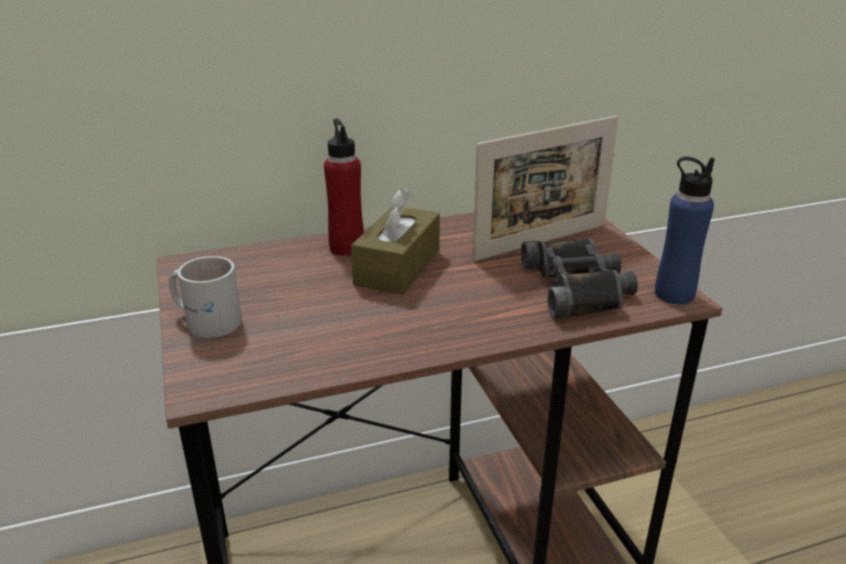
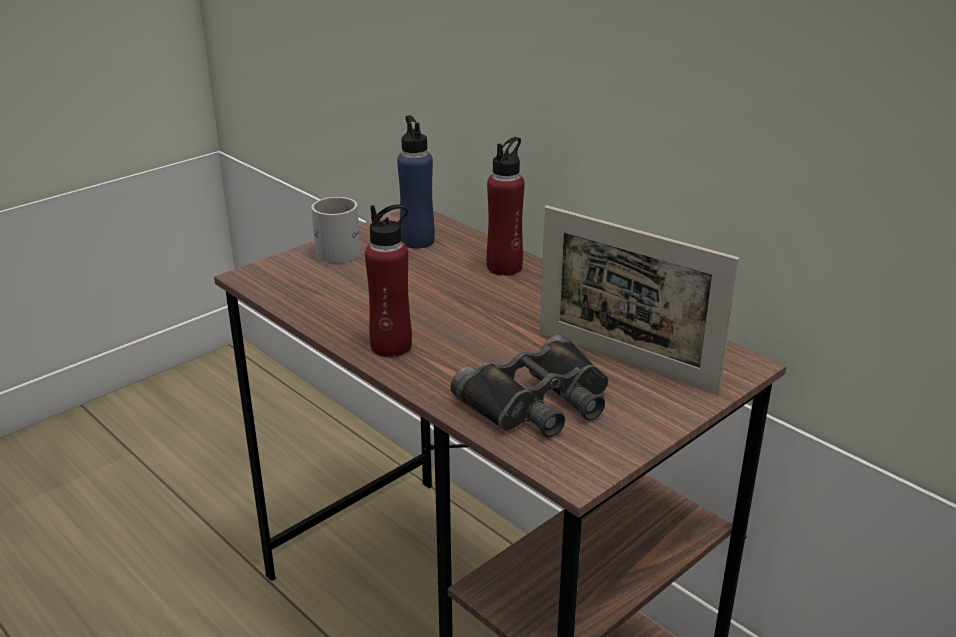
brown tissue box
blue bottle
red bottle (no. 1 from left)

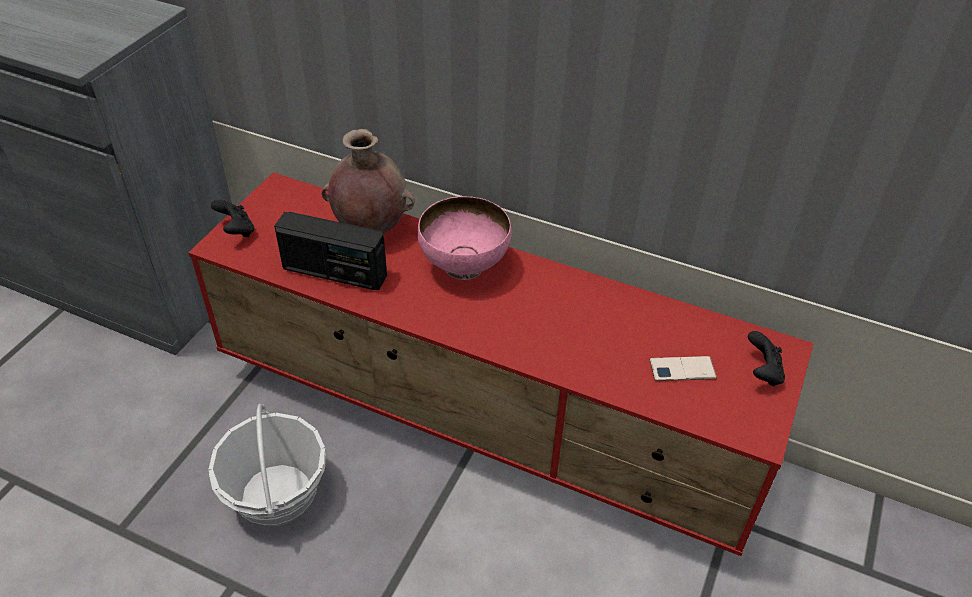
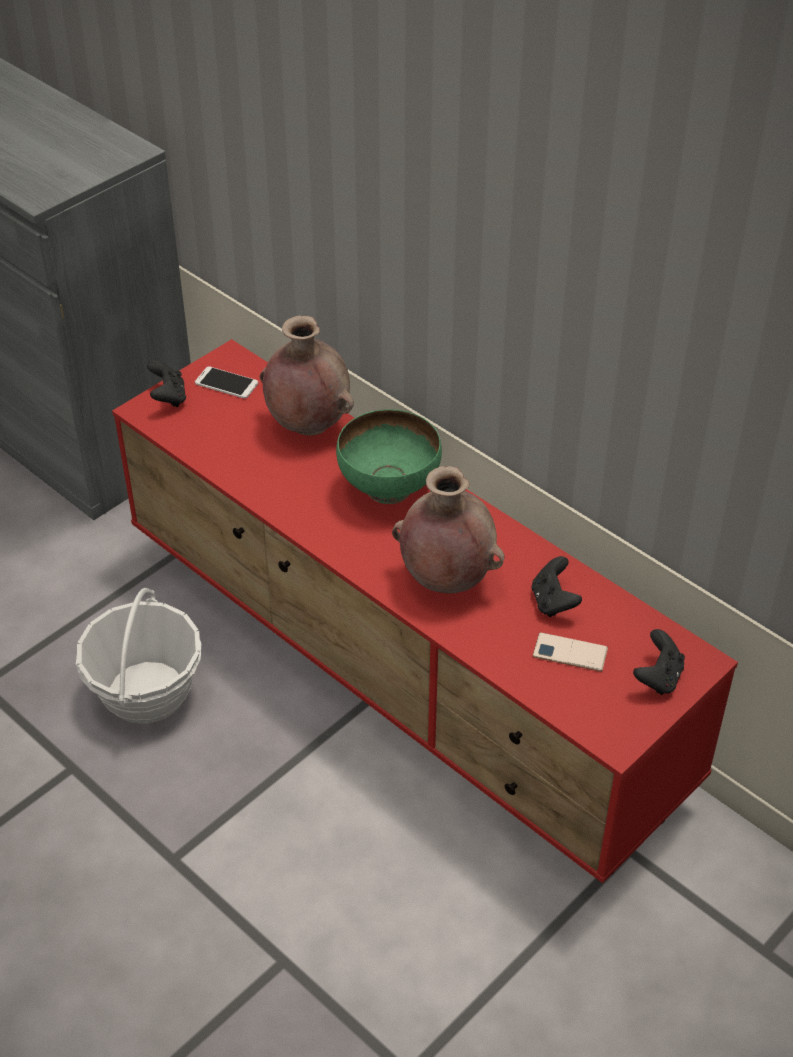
radio
green bowl
phone (no. 1 from left)
brown vase (no. 2 from left)
black game controller (no. 2 from left)

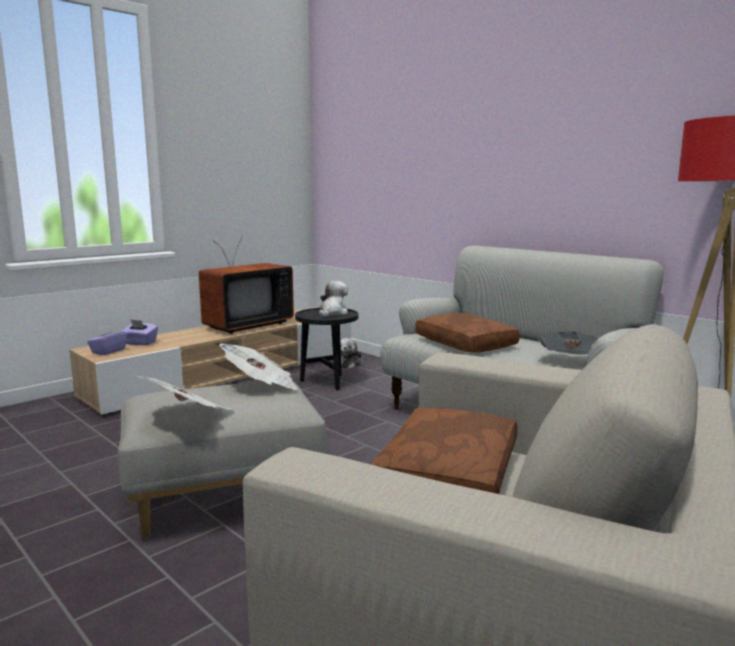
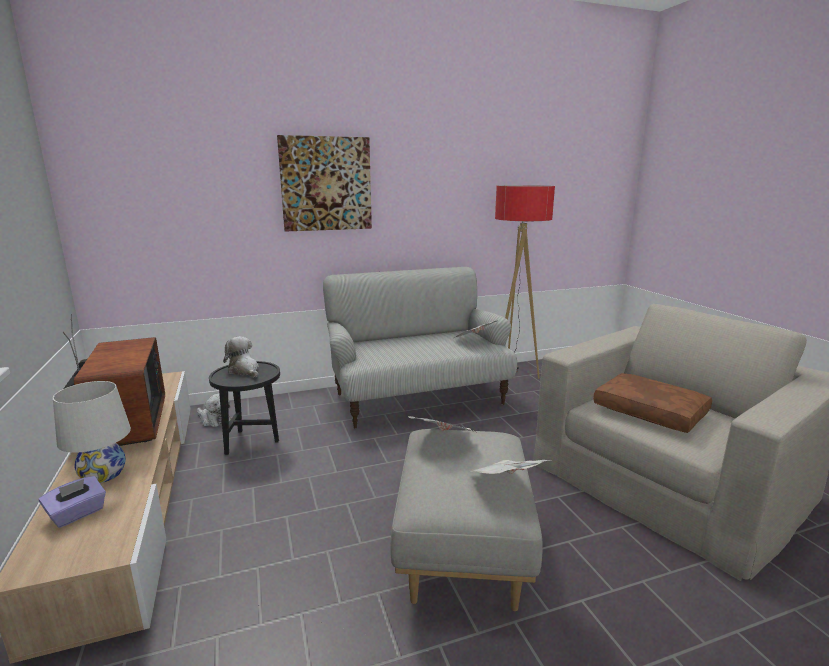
purple tissue box (no. 1 from left in the first image)
brown pillow (no. 2 from left in the first image)
white table lamp
picture

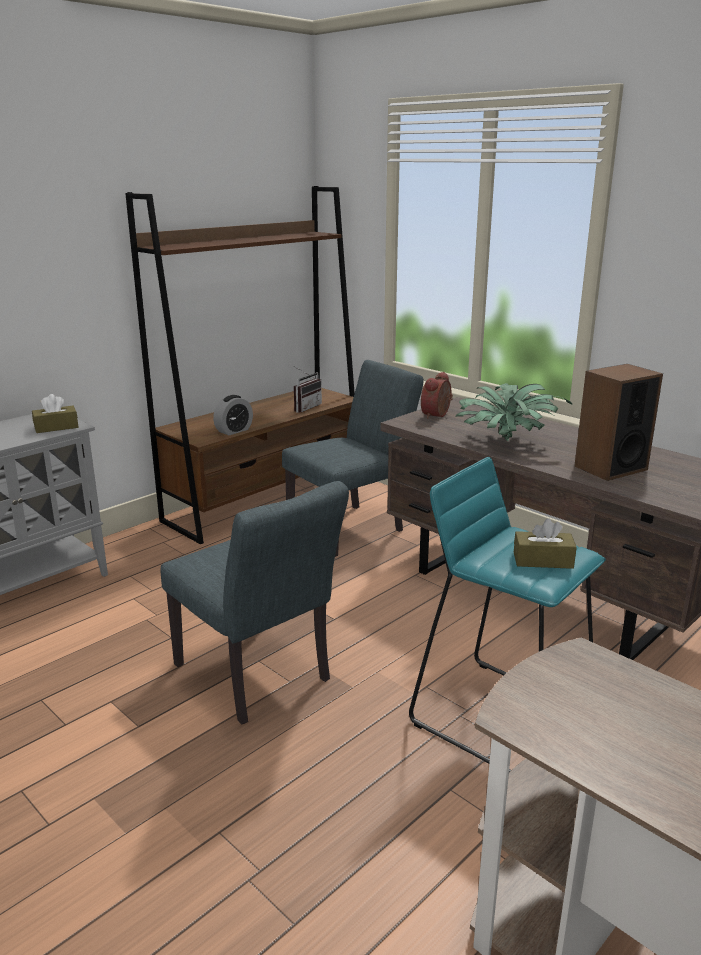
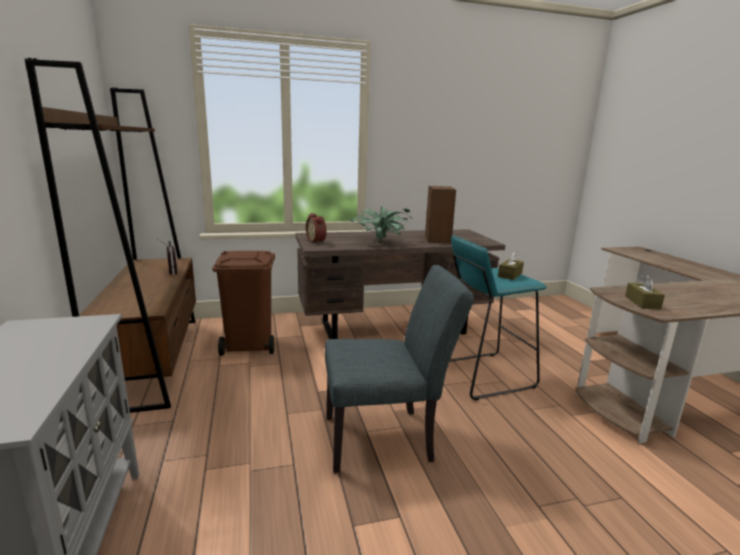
brown tissue box (no. 2 from left)
alarm clock (no. 1 from left in the first image)
brown trash can

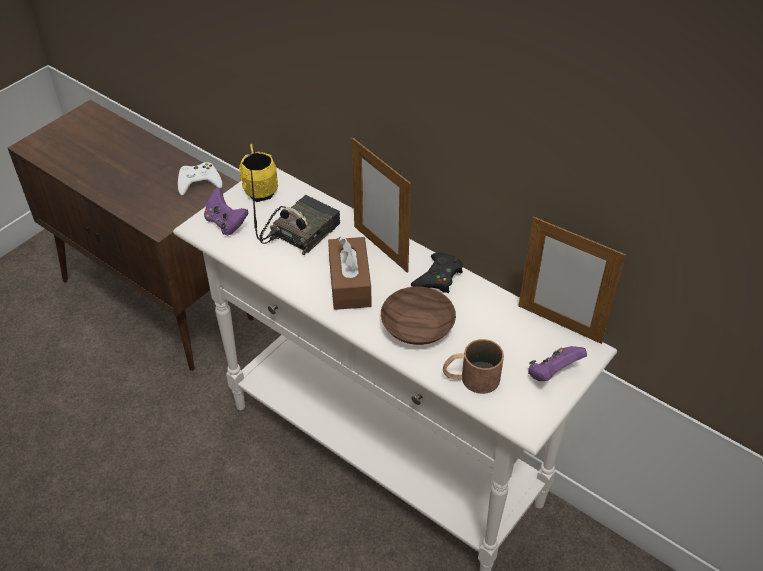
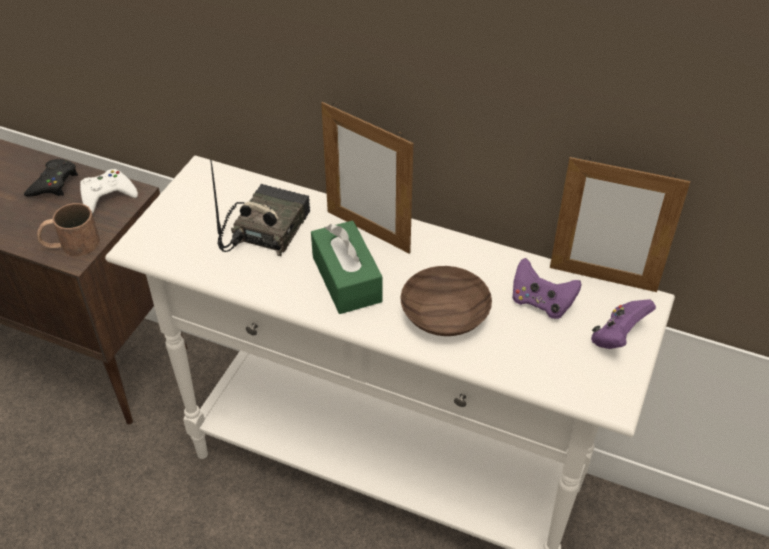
purple game controller (no. 1 from left)
yellow mug
green tissue box
black game controller
brown mug

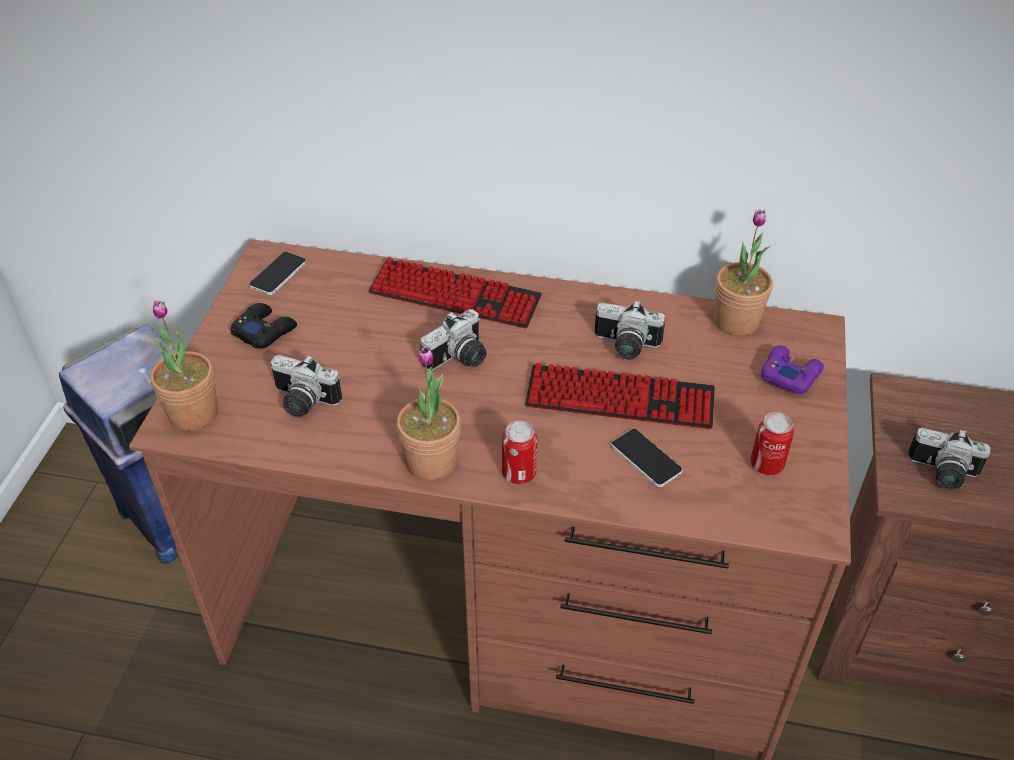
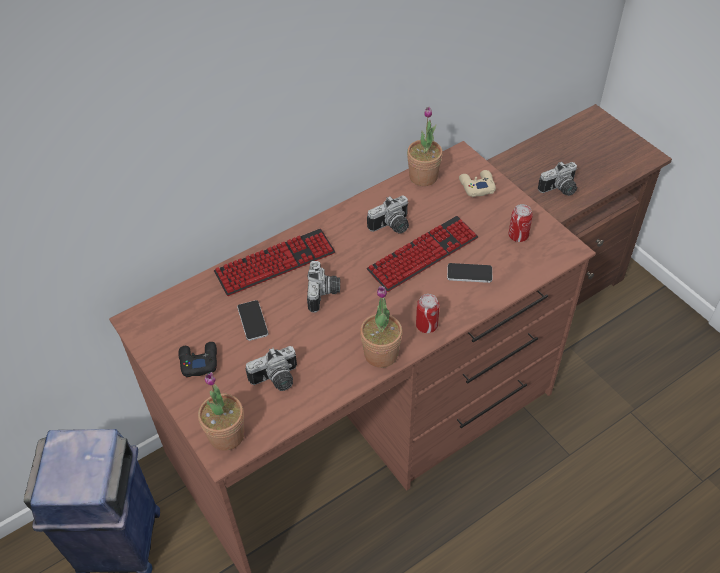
phone (no. 1 from left)
beige game controller

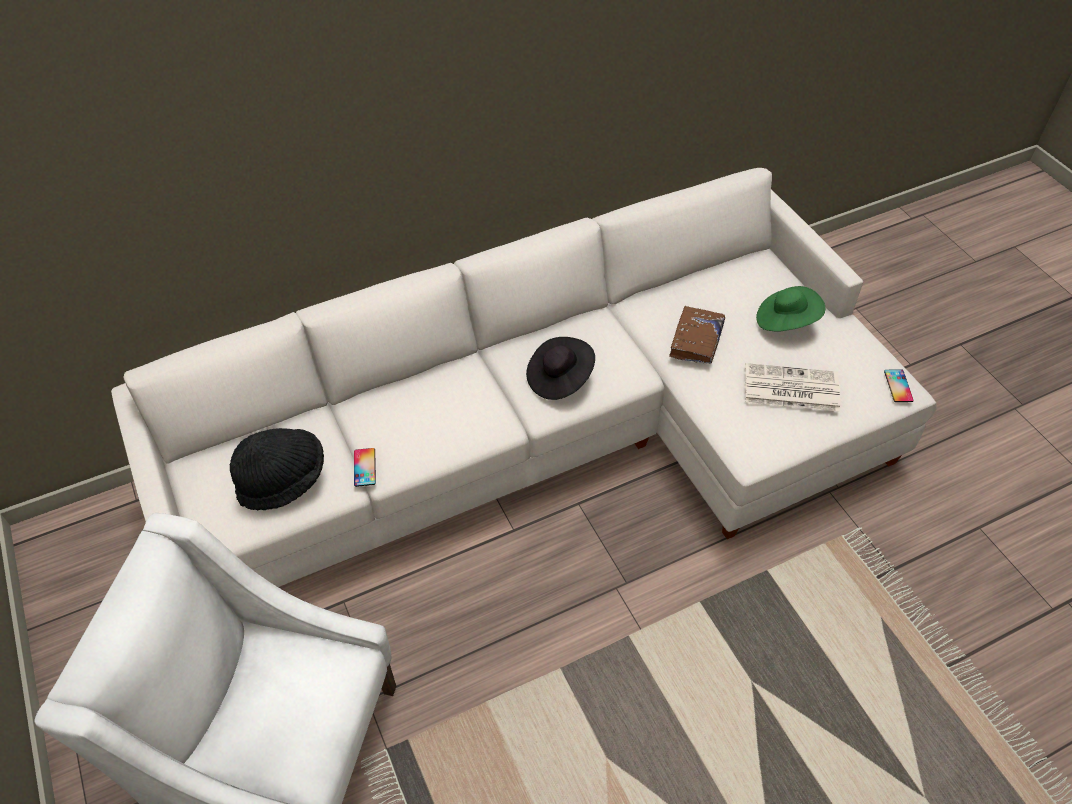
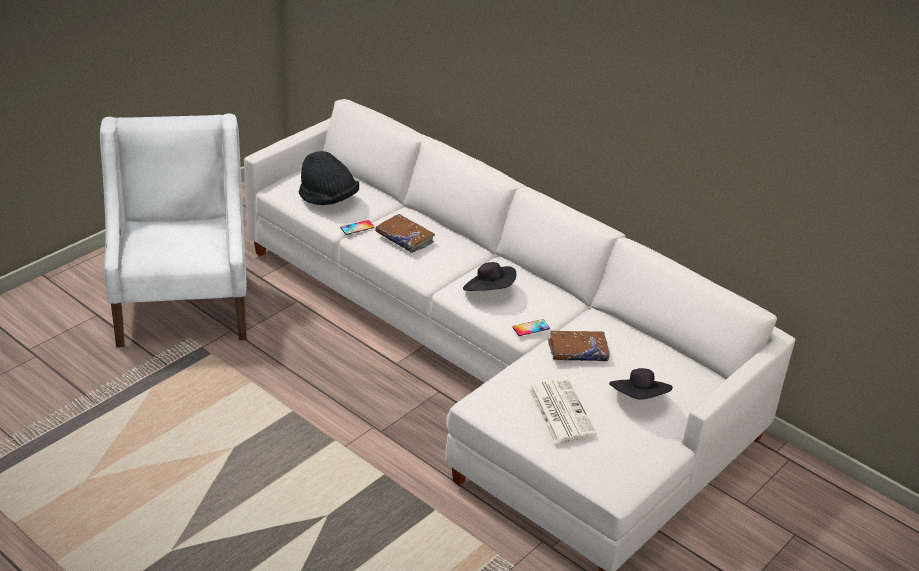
black hat (no. 3 from left)
phone (no. 2 from left)
brown book (no. 1 from left)

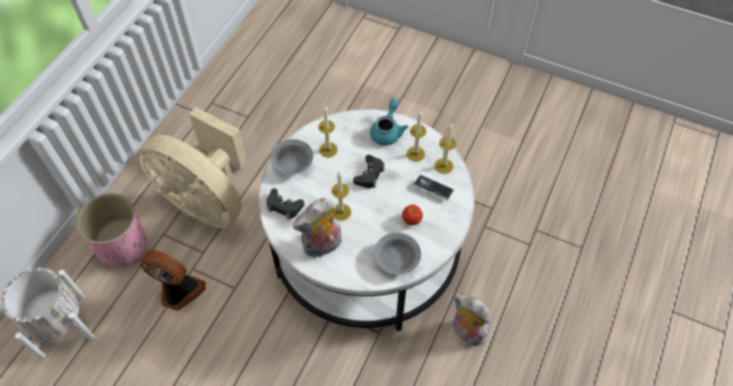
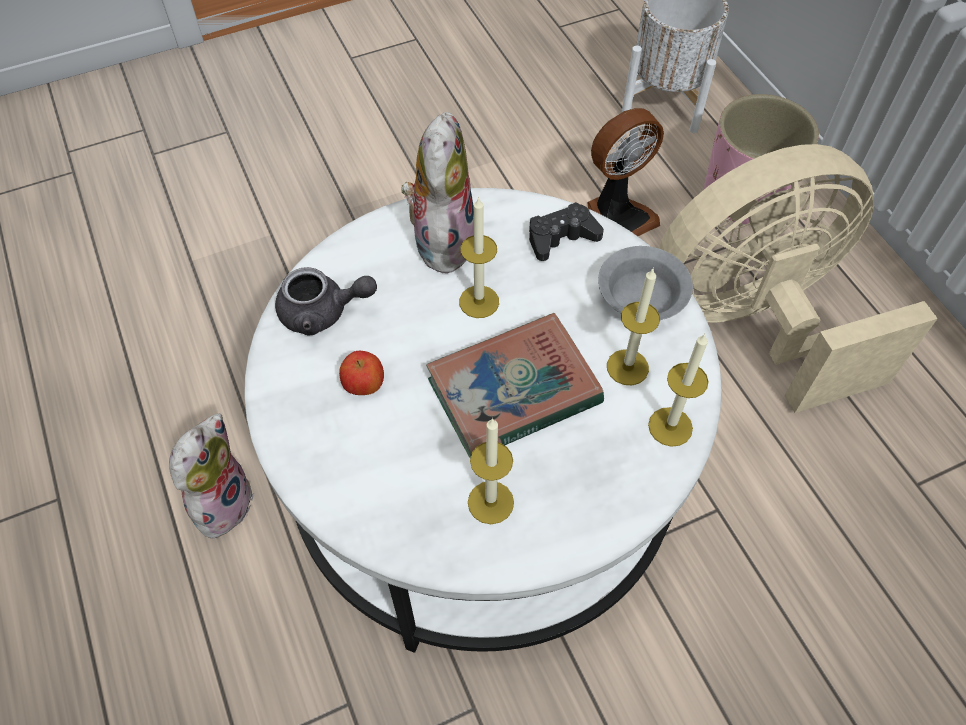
book
turquoise teapot
grey teapot
phone
candle (no. 4 from left)
plush toy (no. 1 from left)

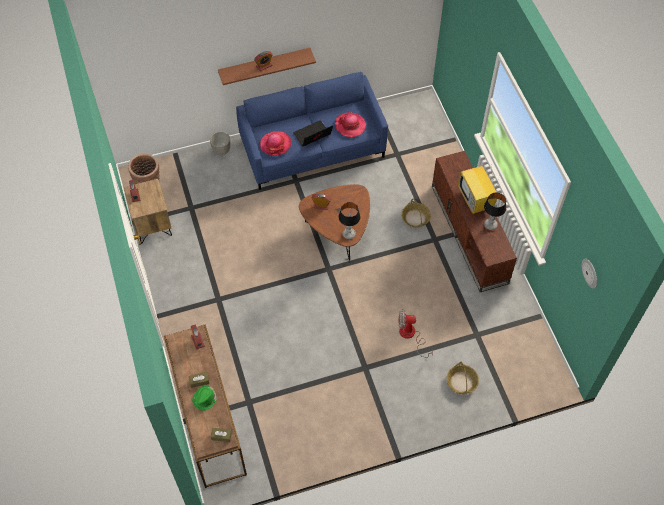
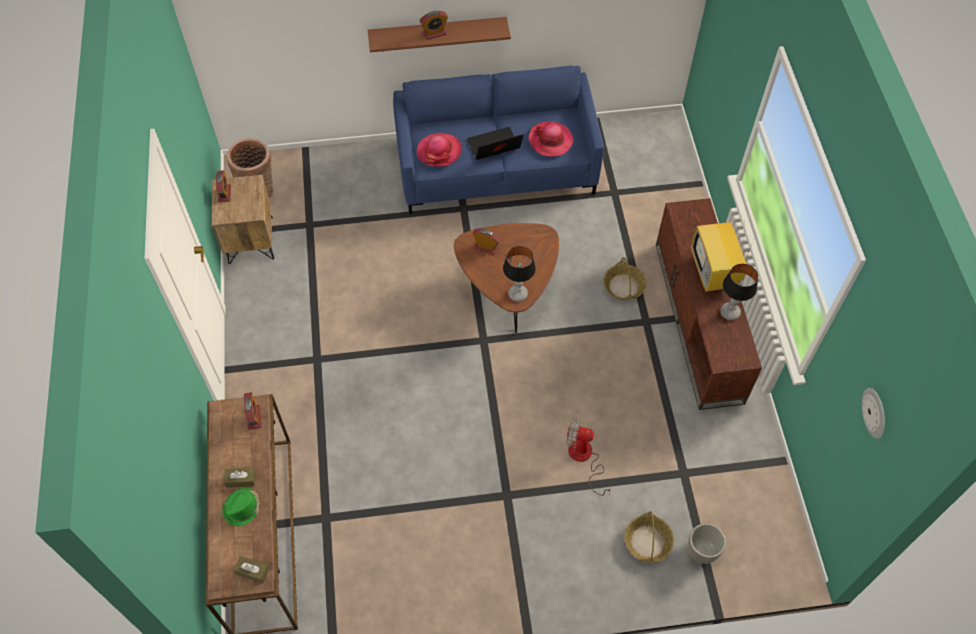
planter

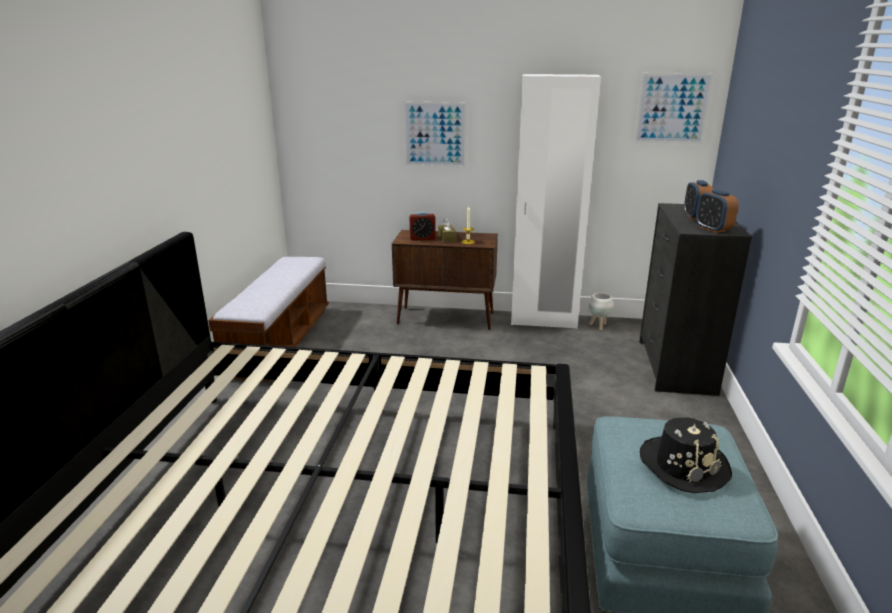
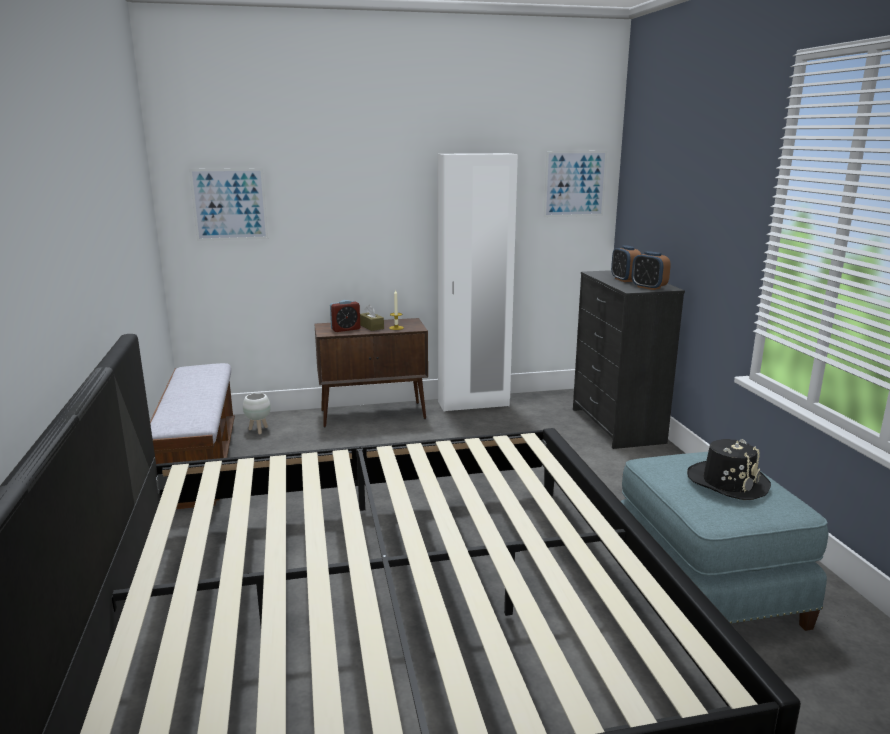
picture (no. 1 from left)
white planter

